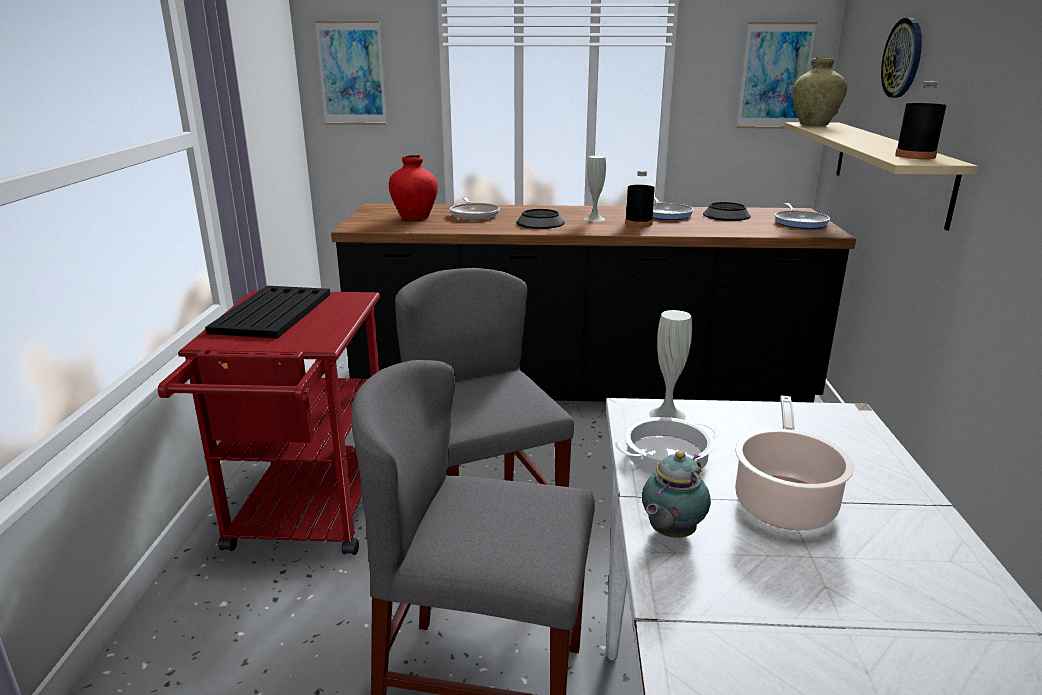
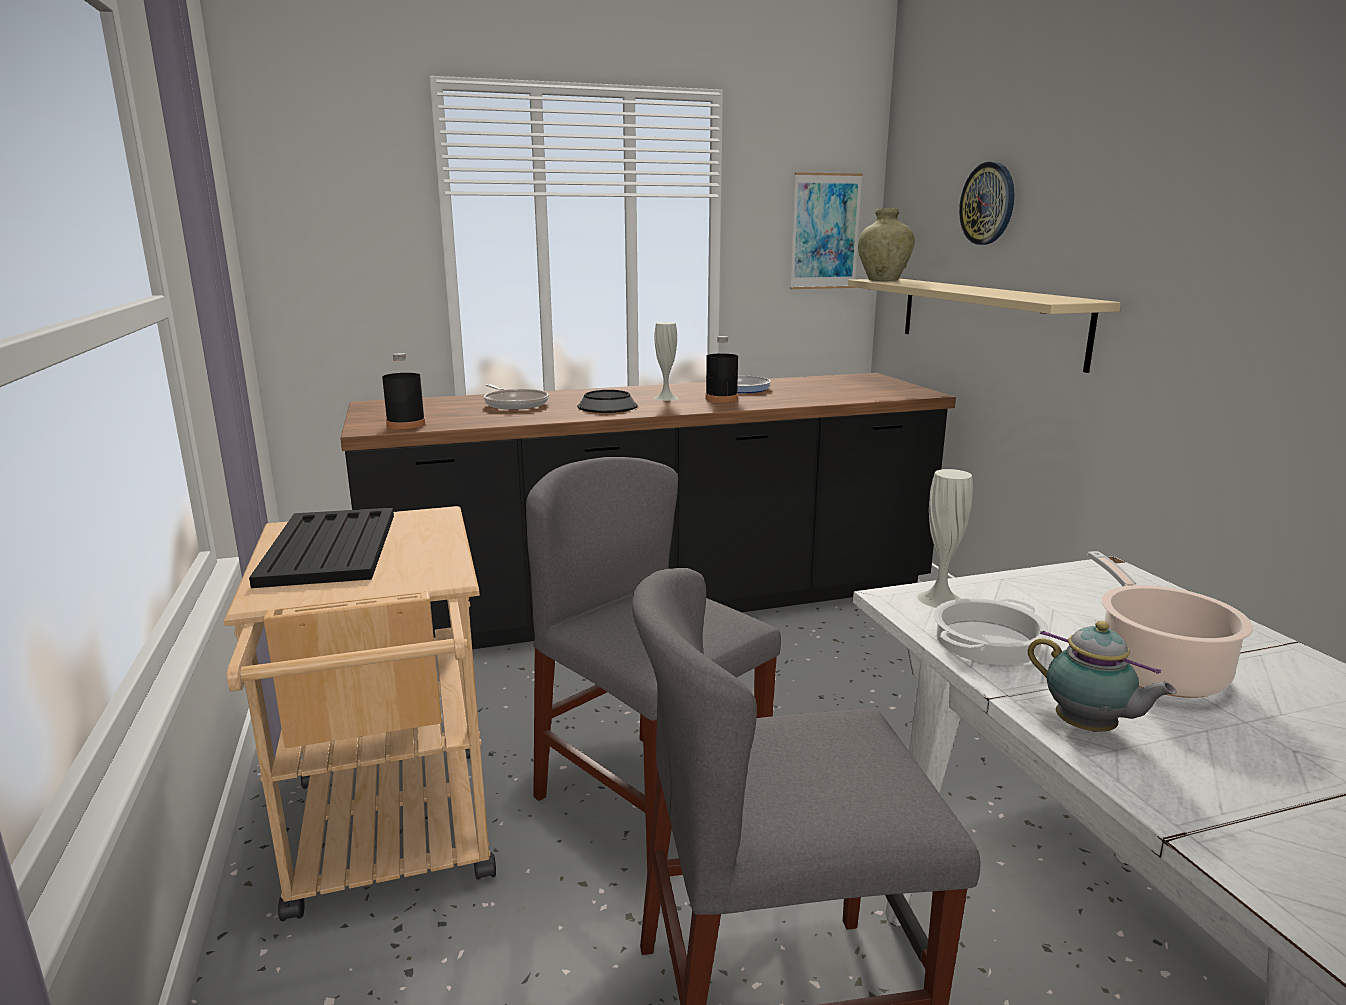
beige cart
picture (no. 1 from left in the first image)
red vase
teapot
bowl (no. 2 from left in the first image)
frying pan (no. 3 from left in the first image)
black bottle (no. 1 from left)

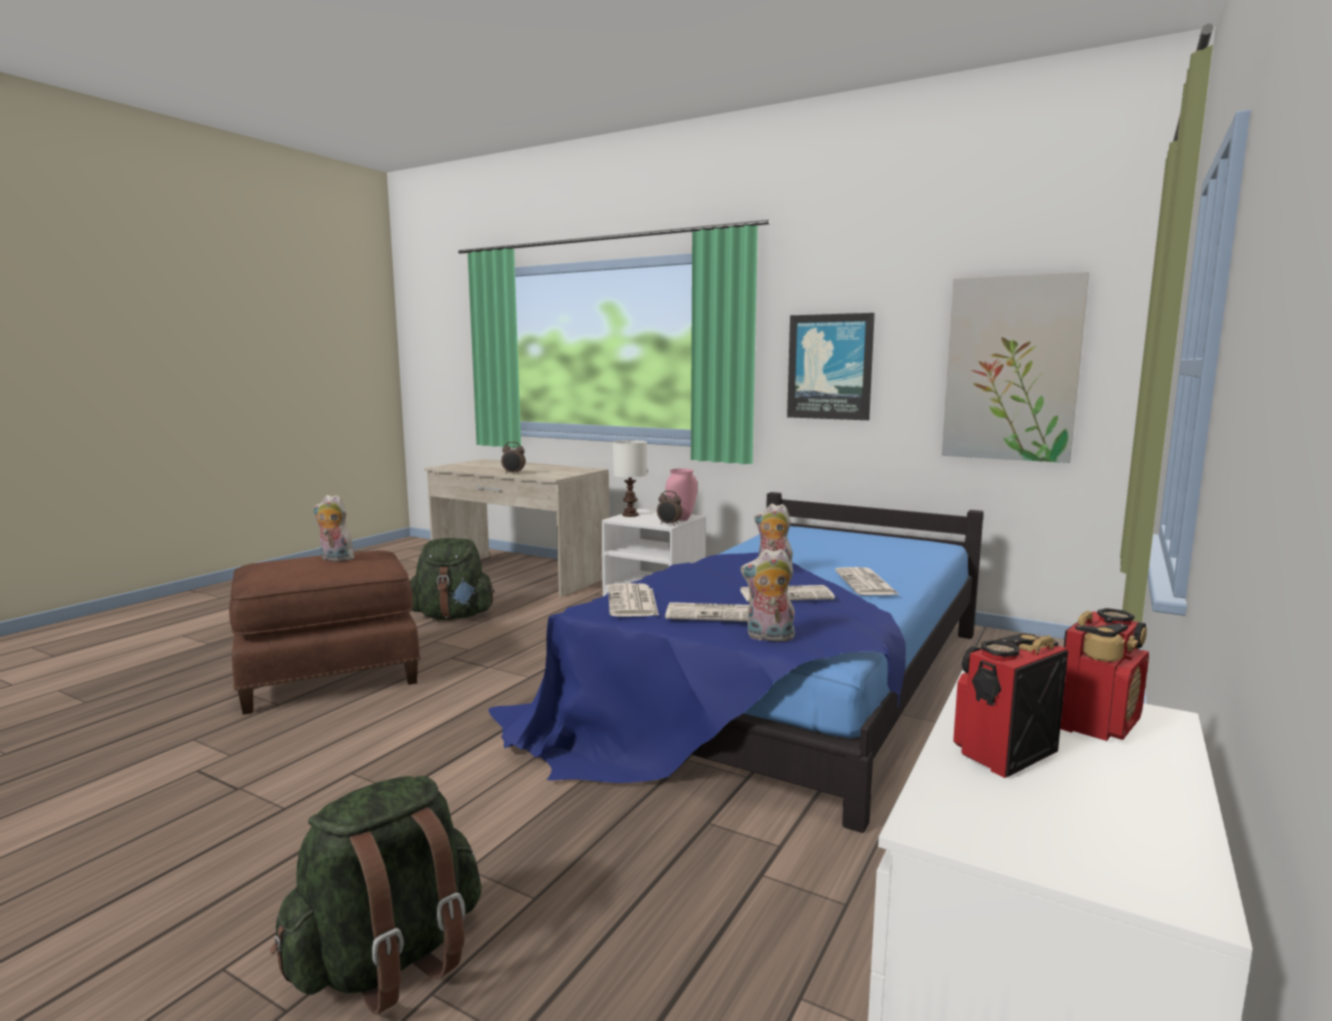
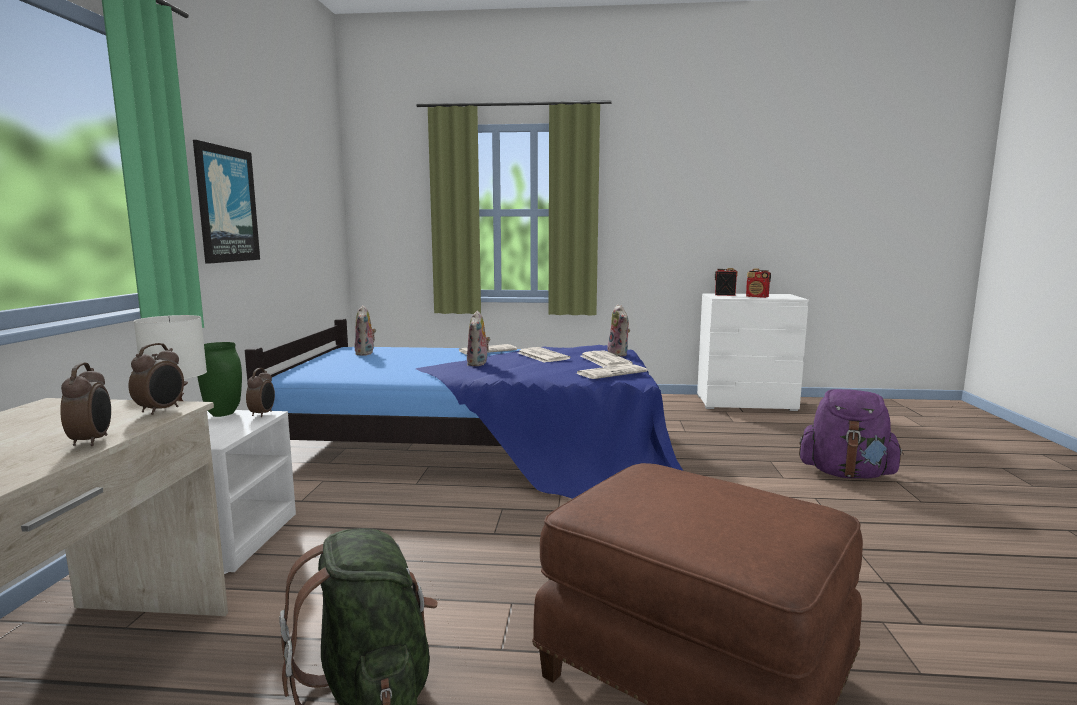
purple backpack
plush toy (no. 1 from left)
green vase
picture (no. 2 from left in the first image)
alarm clock (no. 2 from left)

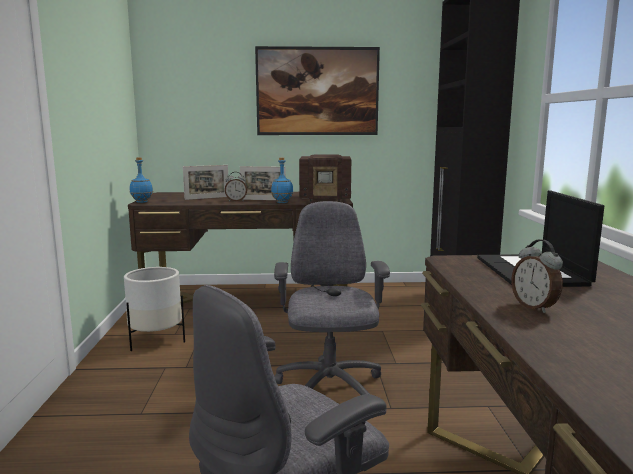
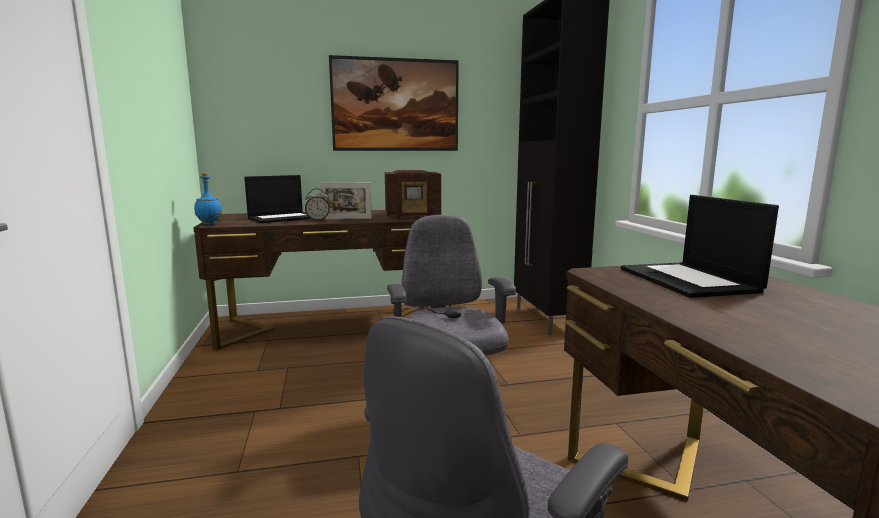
white planter
laptop (no. 1 from left)
blue bottle (no. 2 from left in the first image)
alarm clock (no. 2 from left in the first image)

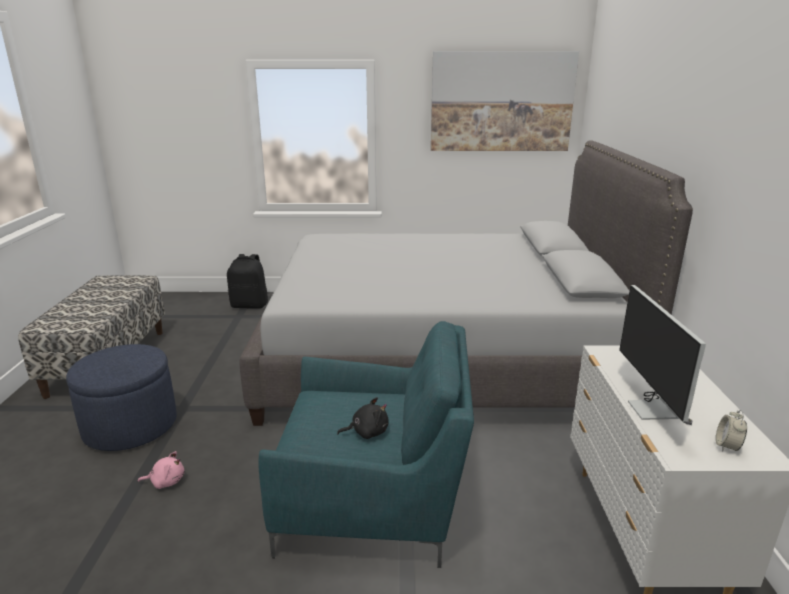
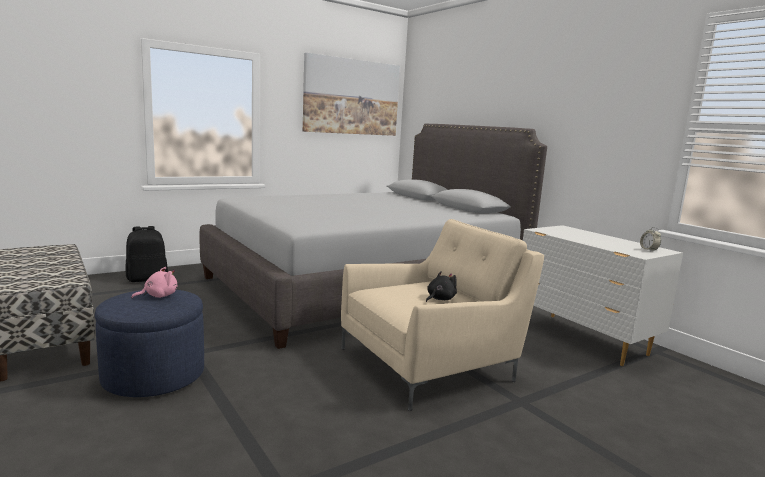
pink plush toy
beige armchair
monitor

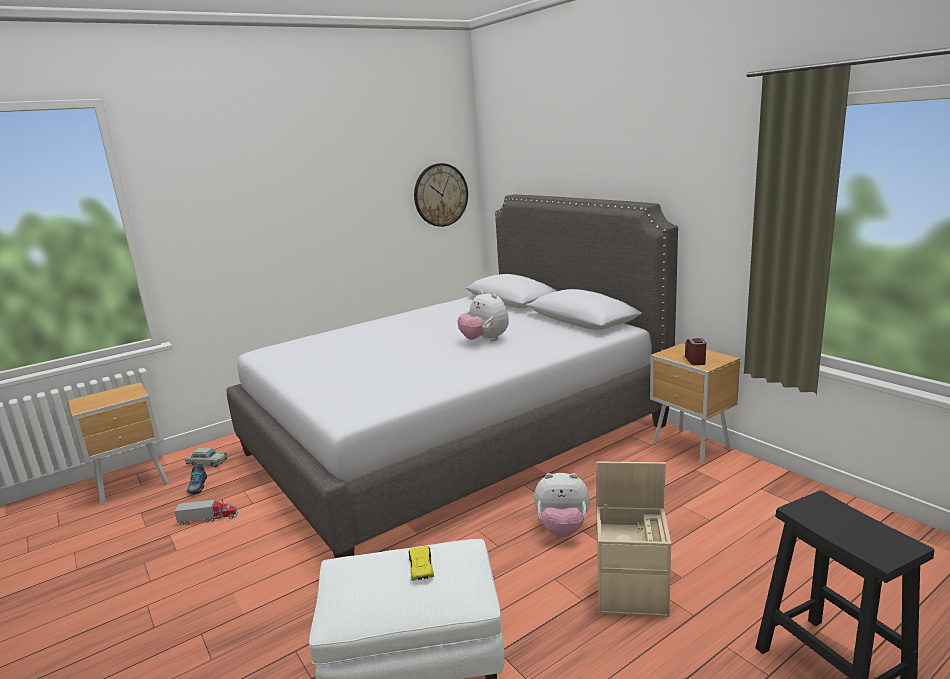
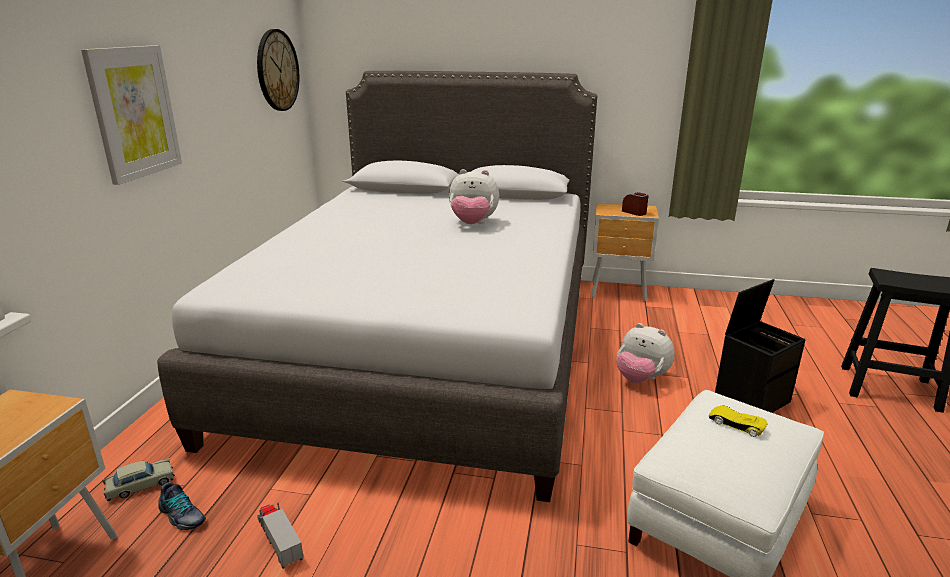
toy truck
plush toy (no. 2 from left)
black storage box
picture

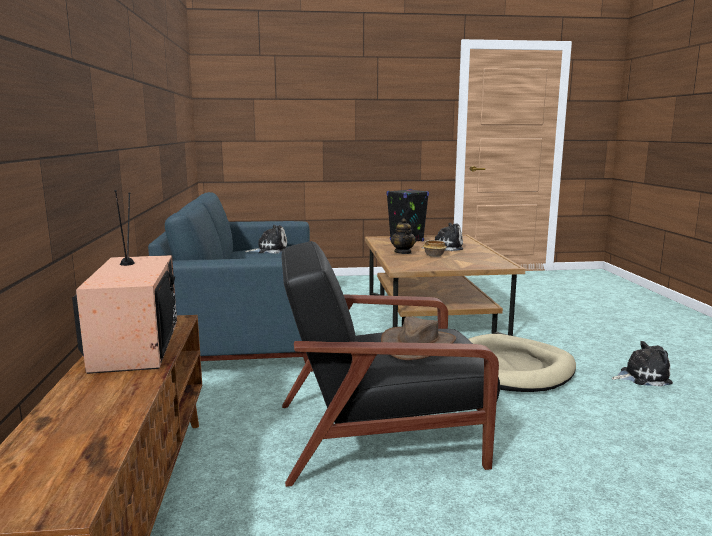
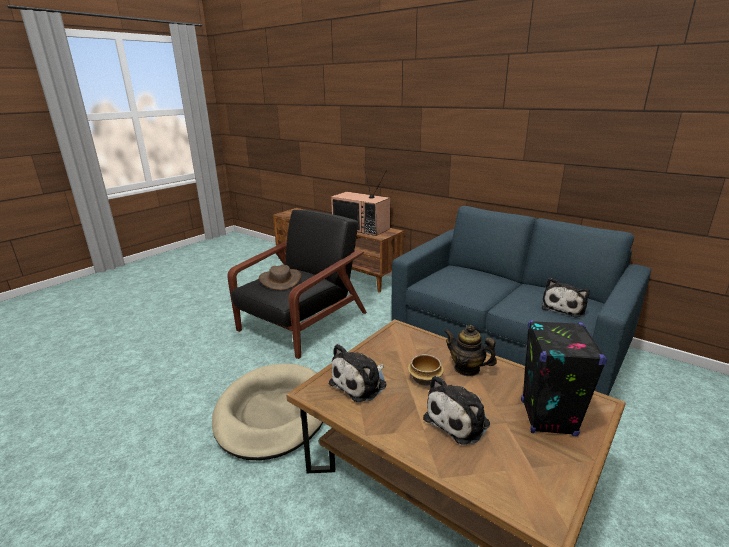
plush toy (no. 1 from left)

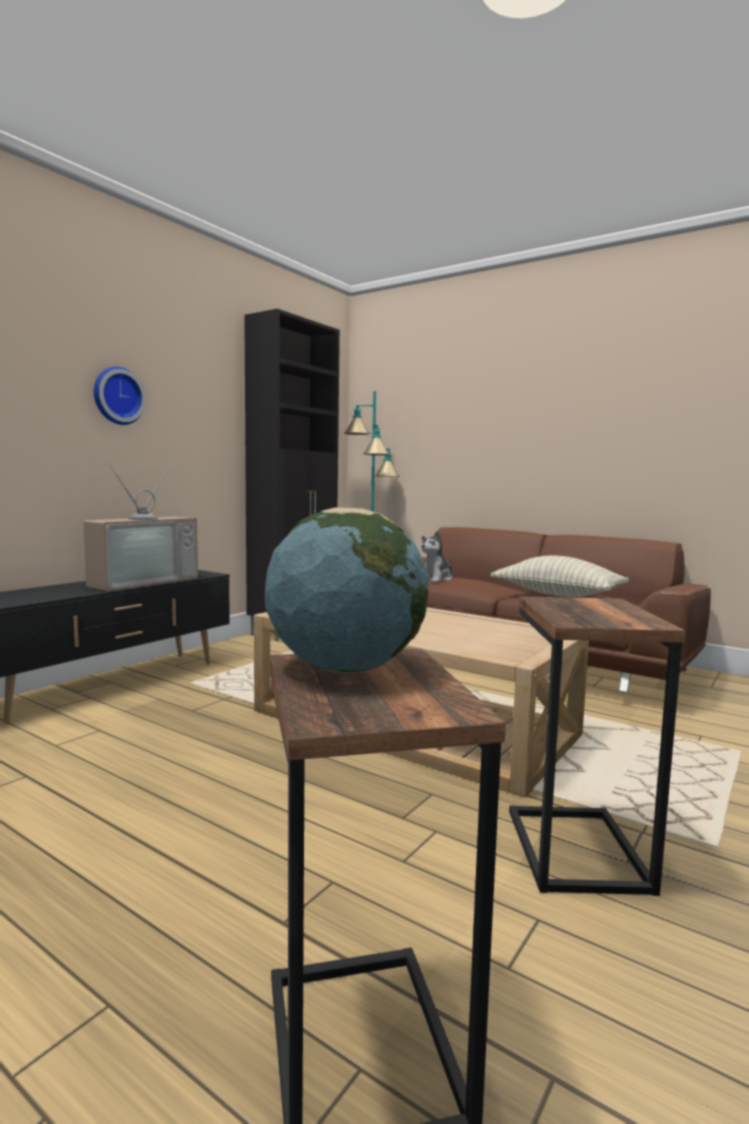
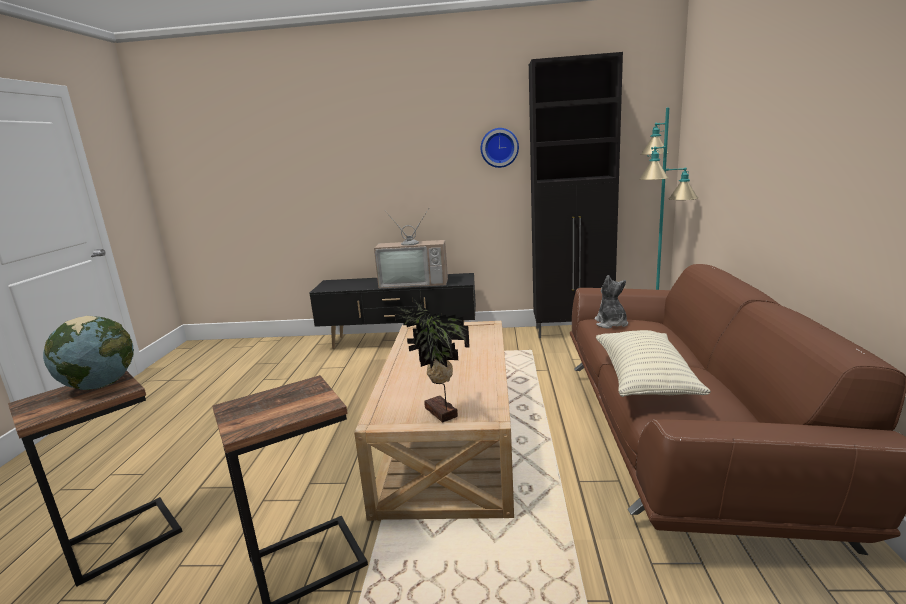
wall clock
plush toy
potted plant

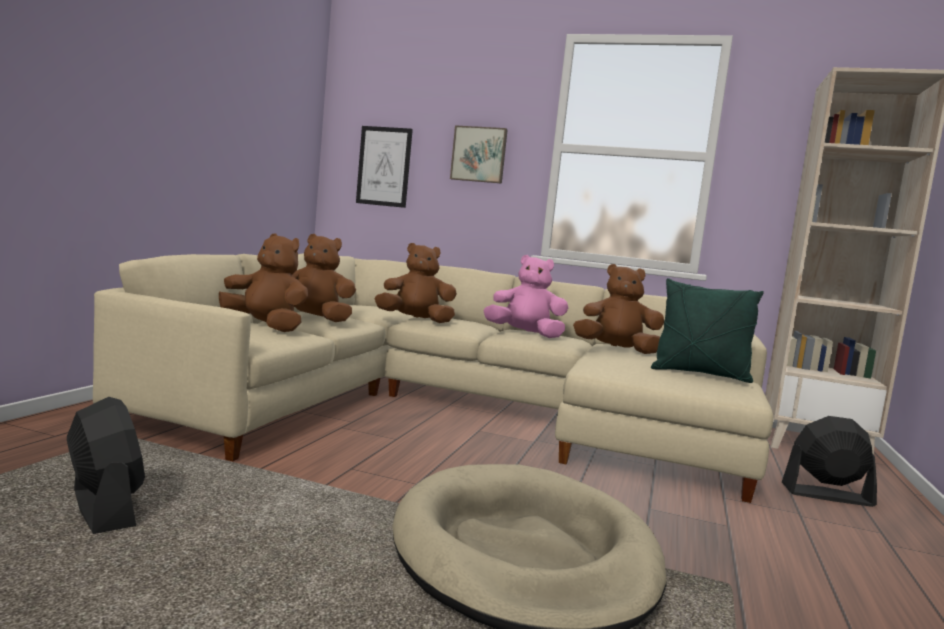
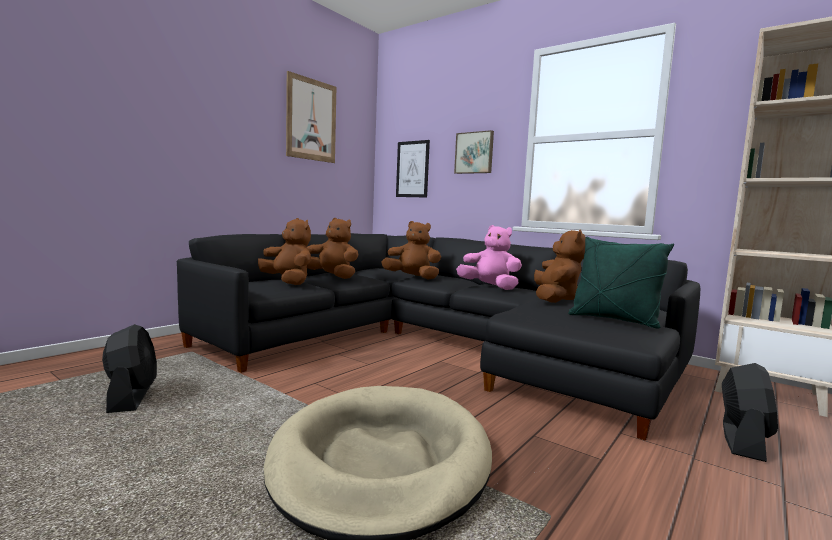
black sofa
brown plush toy (no. 4 from left)
black fan (no. 2 from left)
picture (no. 1 from left)

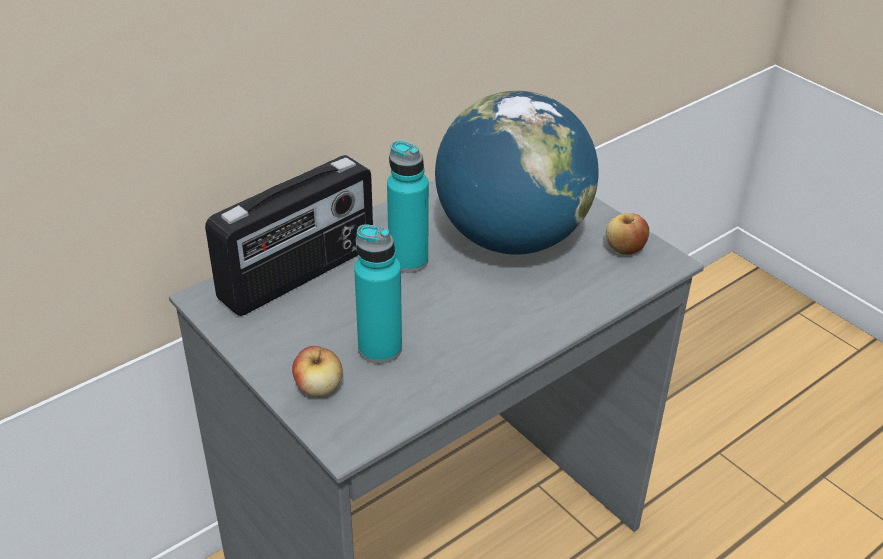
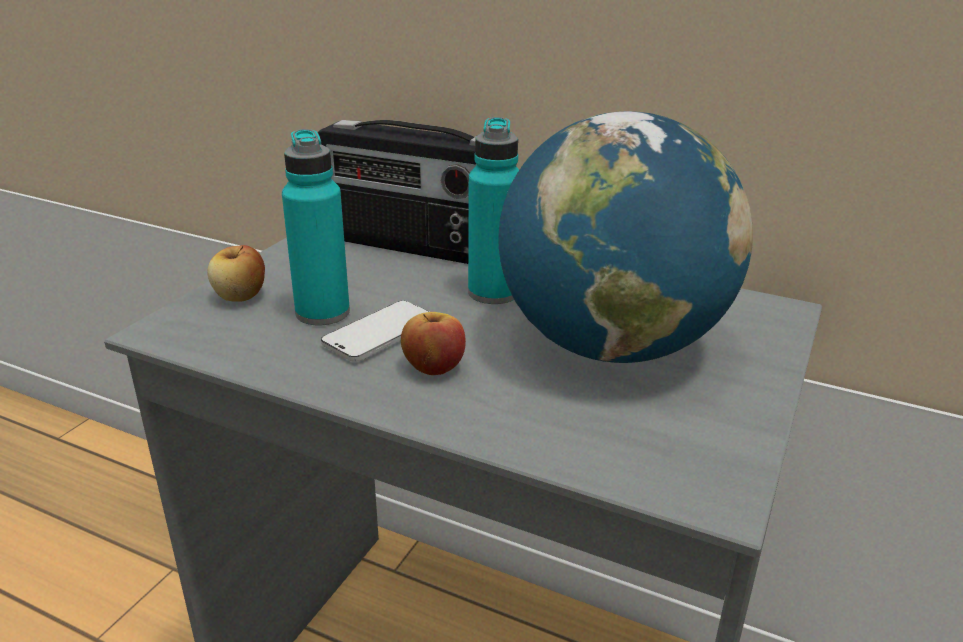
apple (no. 2 from left)
phone

